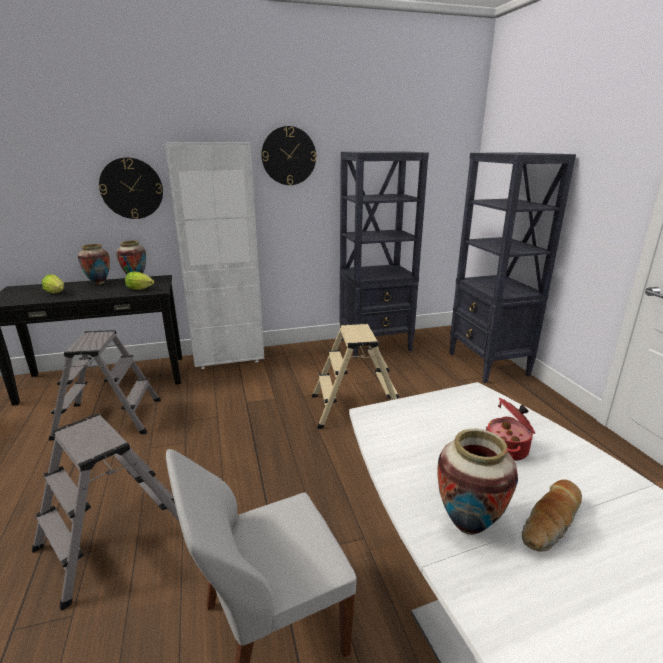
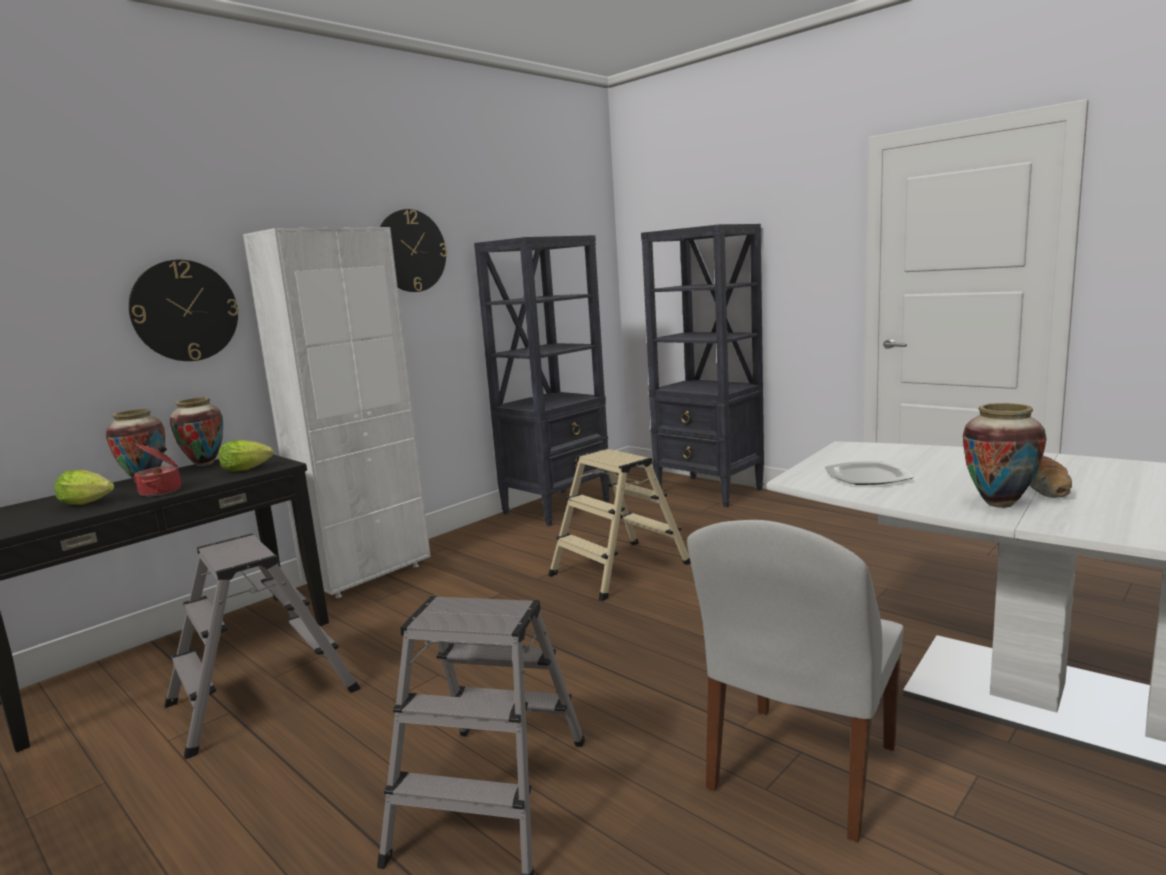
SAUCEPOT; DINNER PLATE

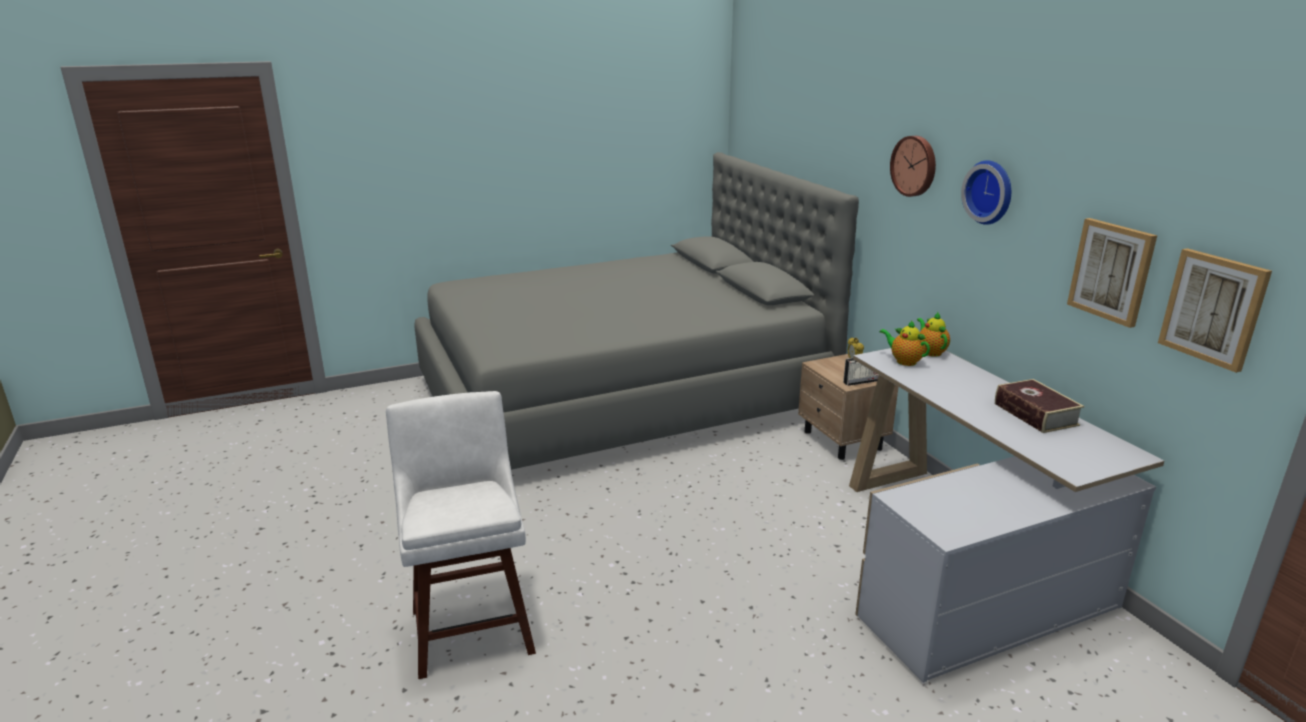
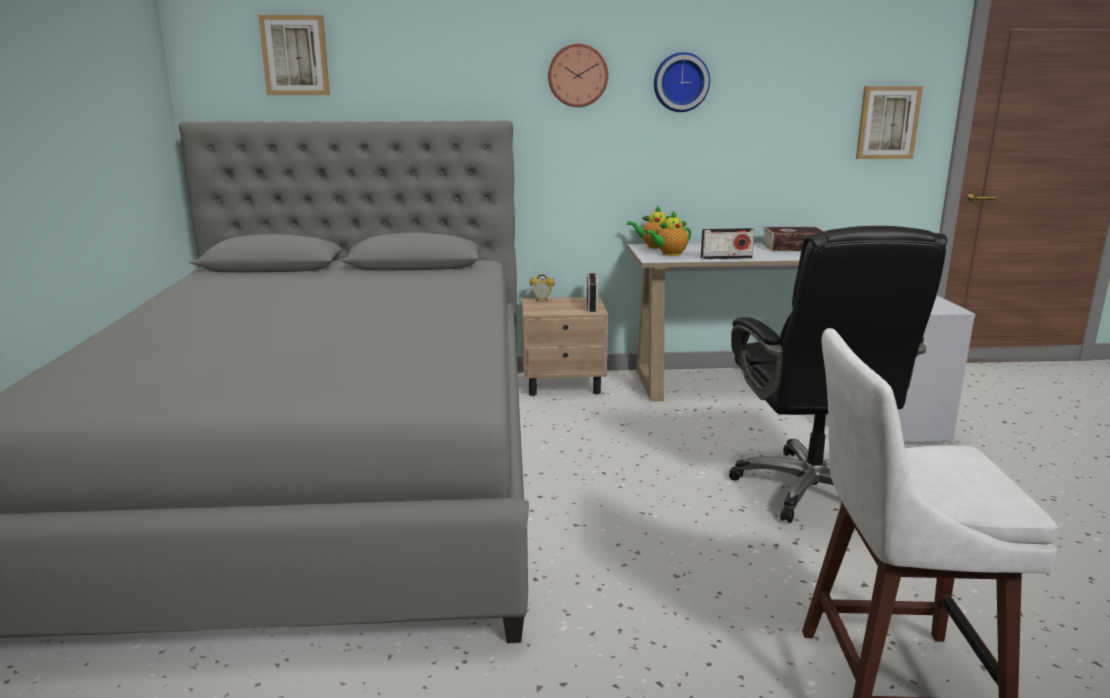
WALL ART (no. 1 from left); RADIO SET (no. 2 from left); BLACKISH COMPUTER CHAIR

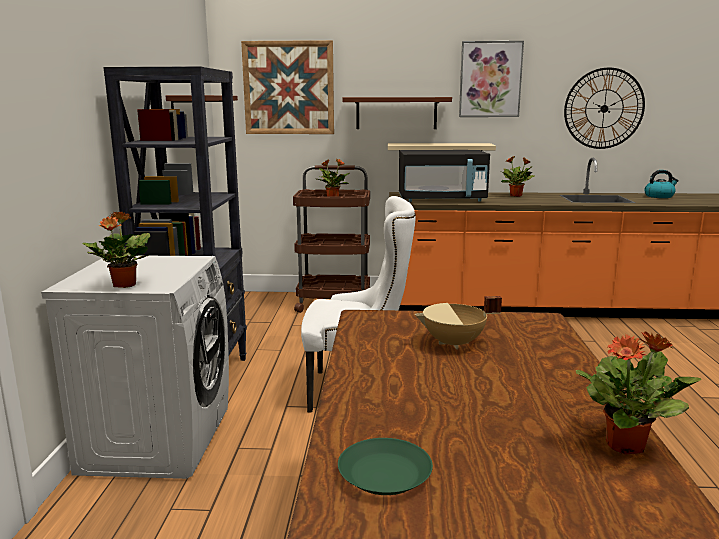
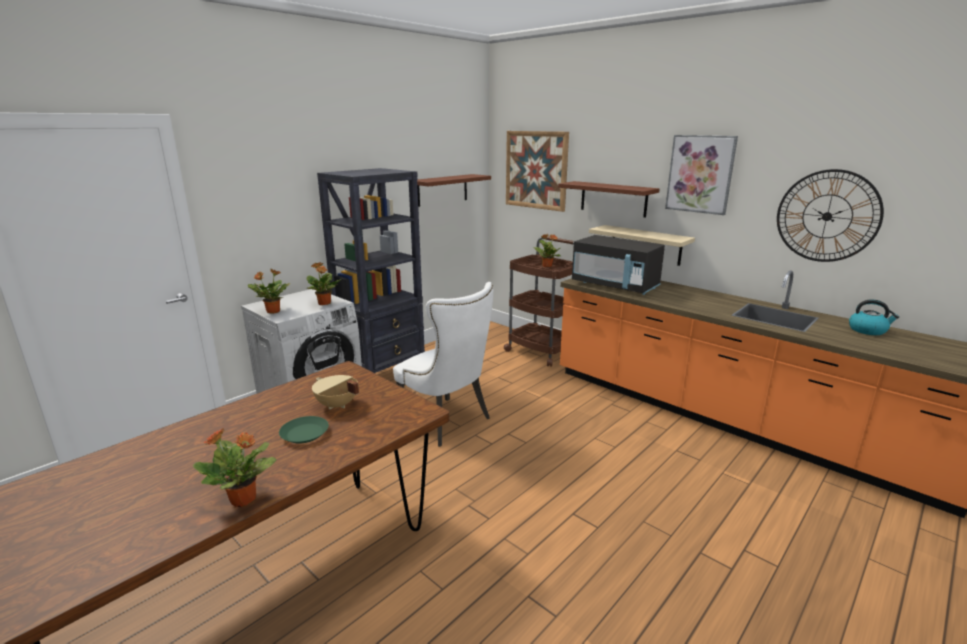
GREEN DINNER PLATE; POTTED PLANT (no. 3 from left)

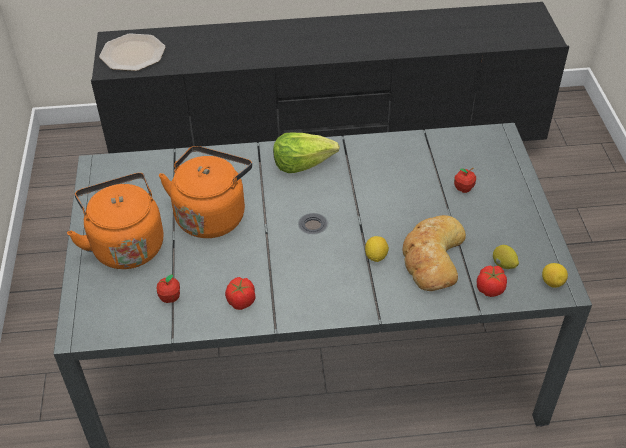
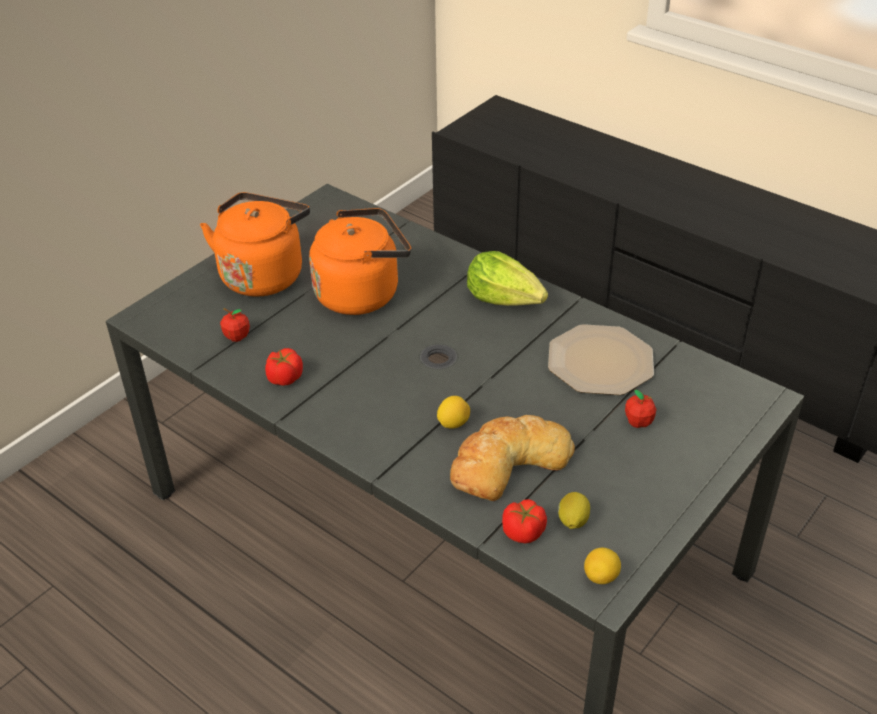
DINNER PLATE

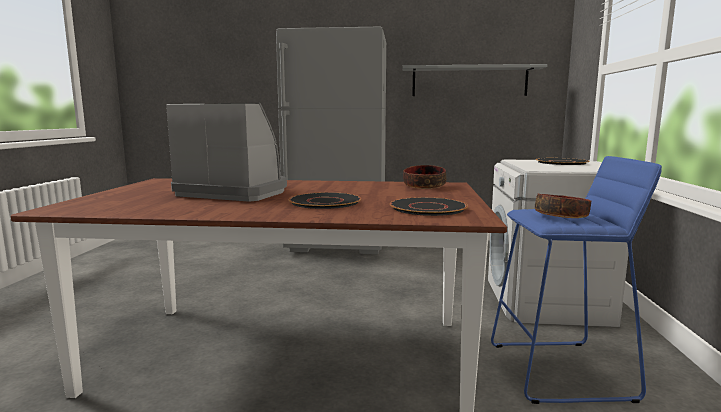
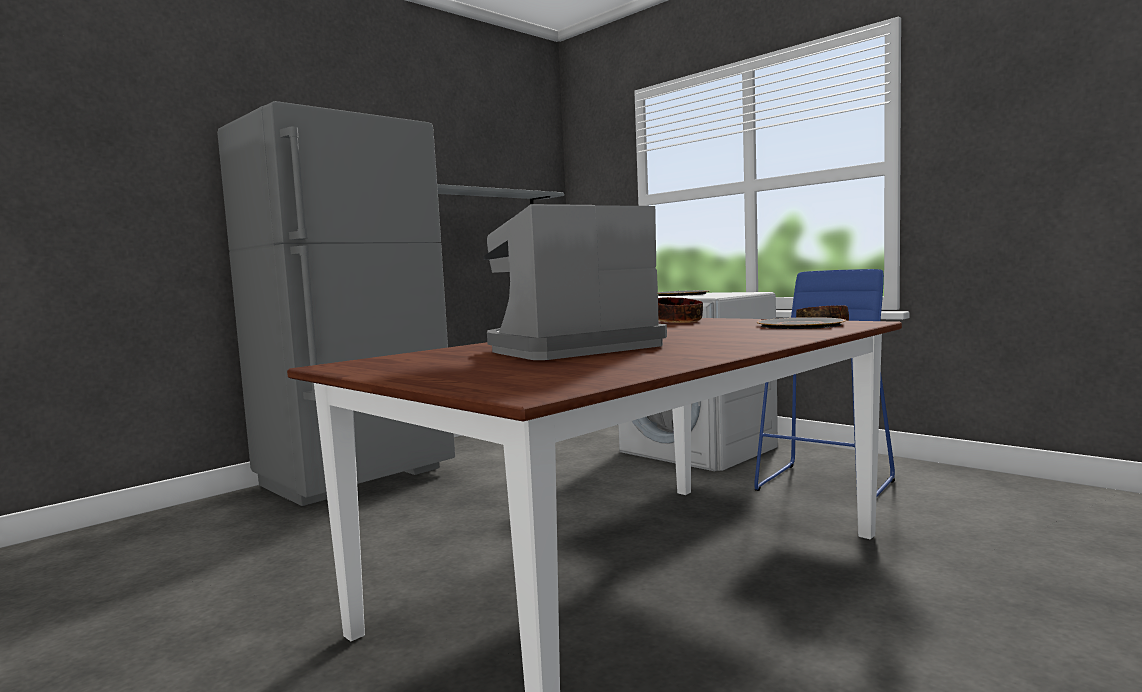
BLACKISH DINNER PLATE (no. 1 from left in the first image)

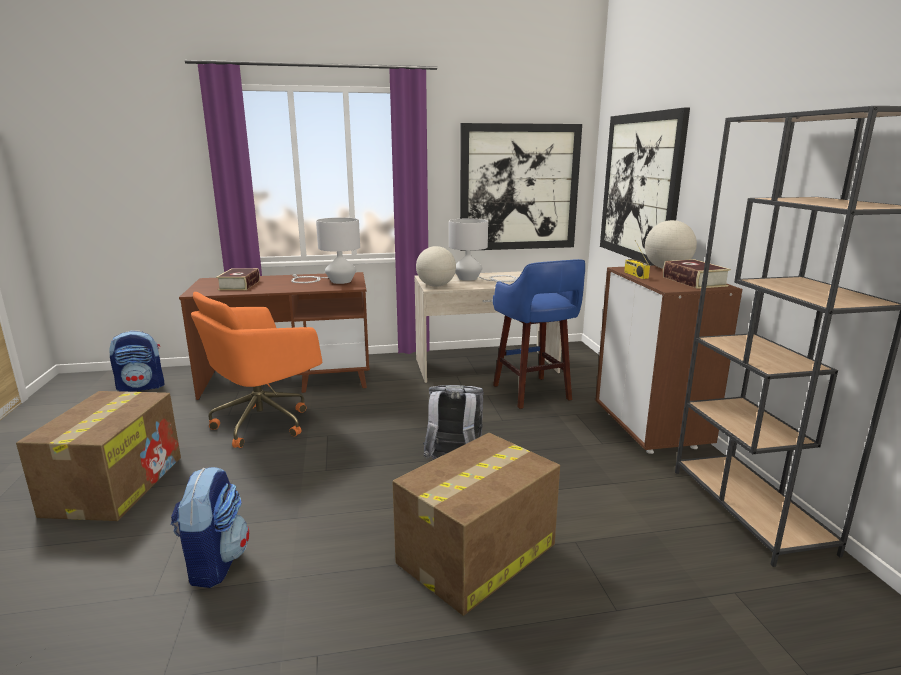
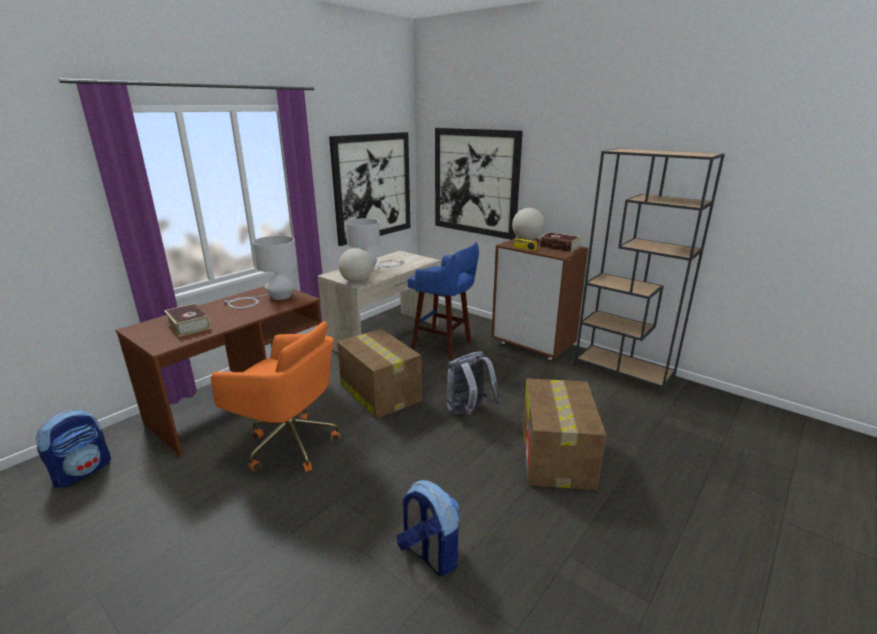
CARTON (no. 1 from left); ORANGEY COMPUTER CHAIR

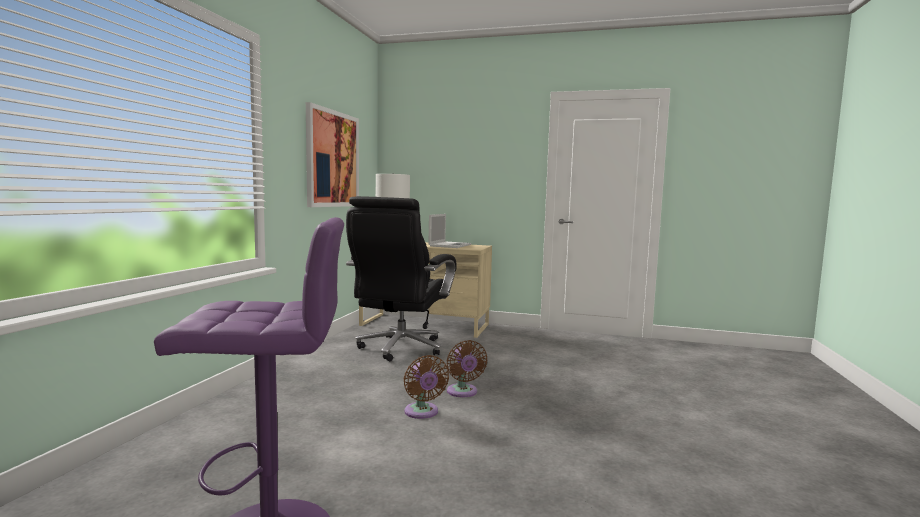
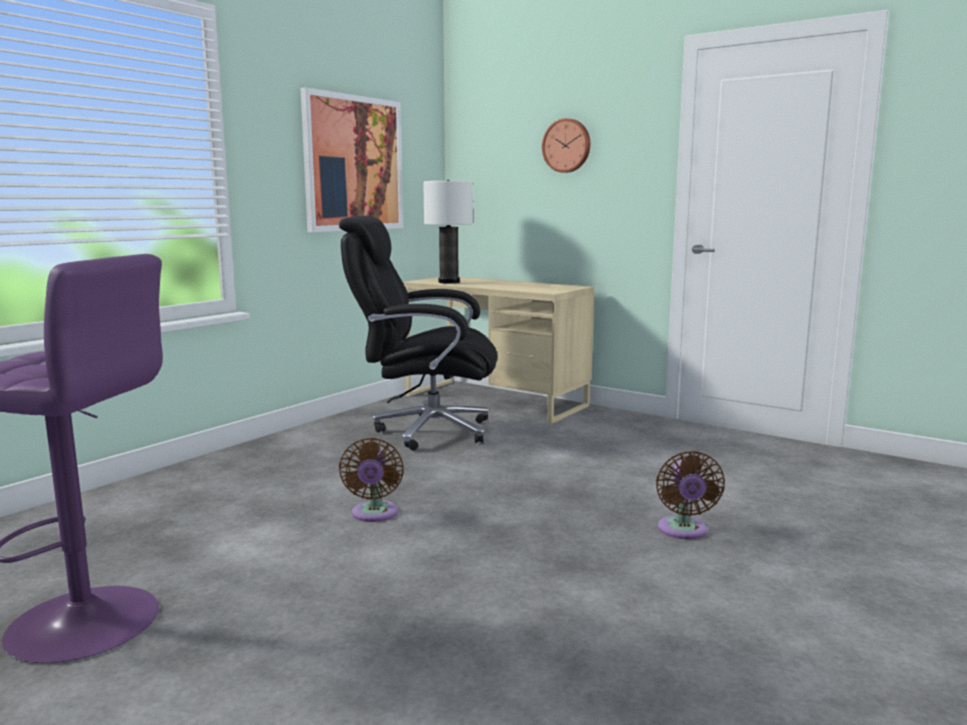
BLACKISH COMPUTER CHAIR; LAPTOP; BROWNISH FAN (no. 2 from left); HANGING CLOCK

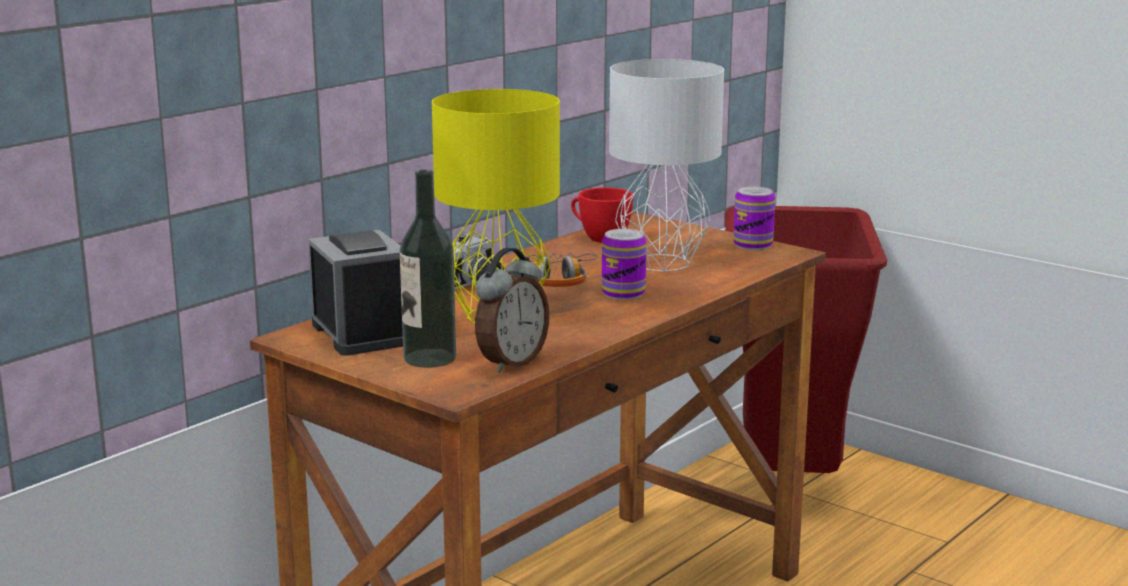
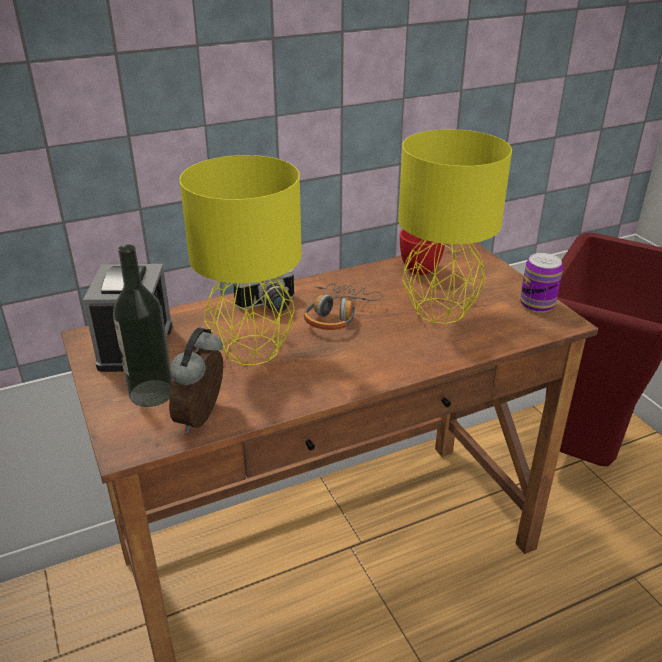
TABLE CLOCK (no. 2 from left); CAN (no. 1 from left in the first image); YELLOW-COLOURED TABLE LAMP (no. 2 from left)

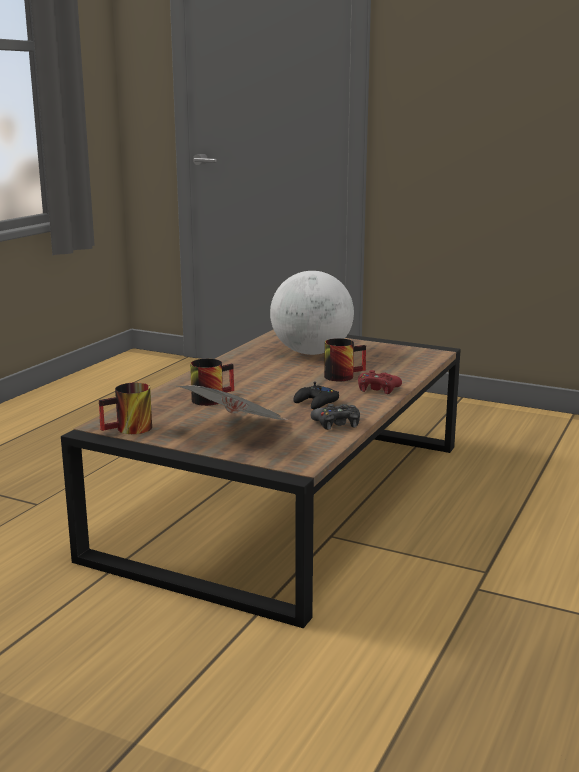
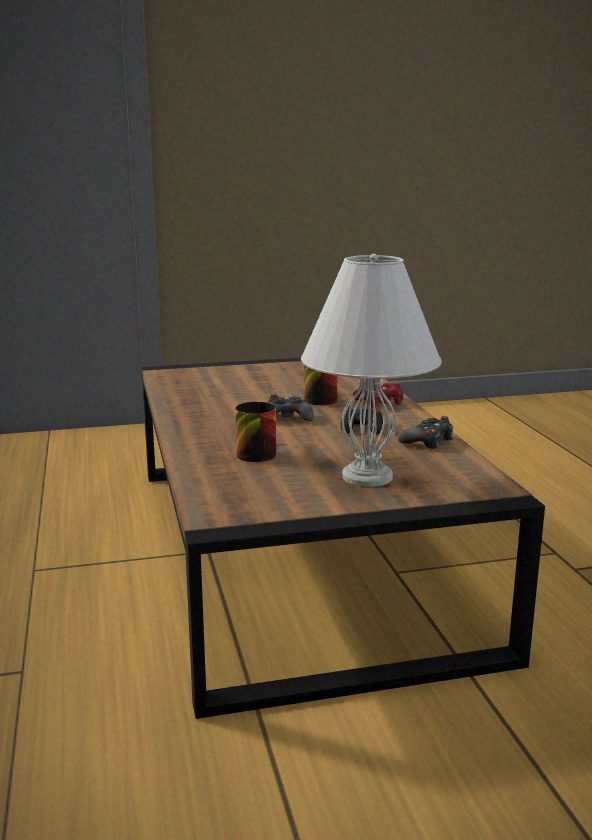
MUG (no. 1 from left in the first image); WHITISH TABLE LAMP; DESK GLOBE; BLACKISH GAMEPAD (no. 1 from left)

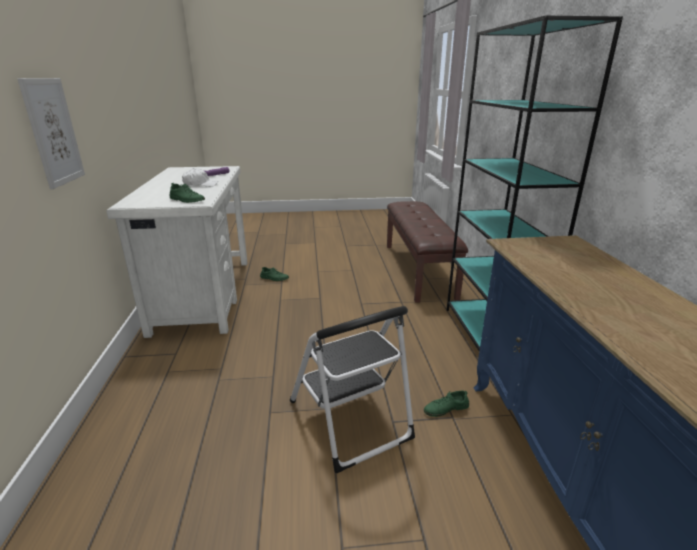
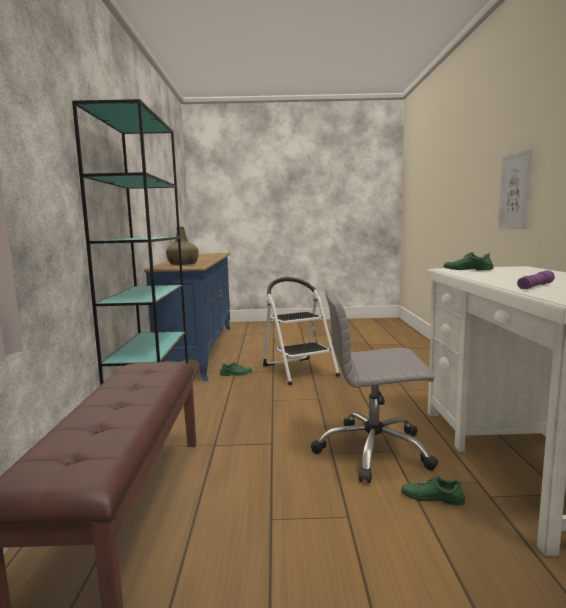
WHITISH CAP; GREEN BEVERAGE BOTTLE; GREY COMPUTER CHAIR

